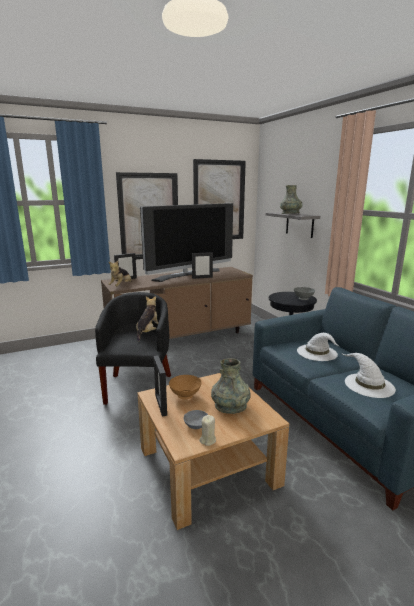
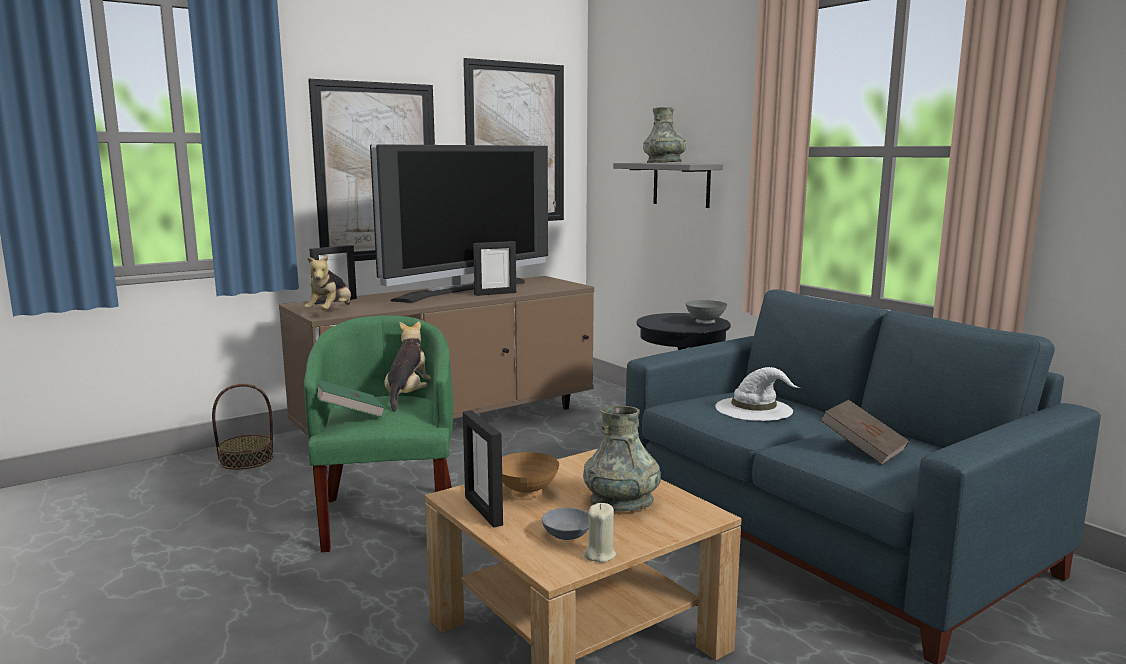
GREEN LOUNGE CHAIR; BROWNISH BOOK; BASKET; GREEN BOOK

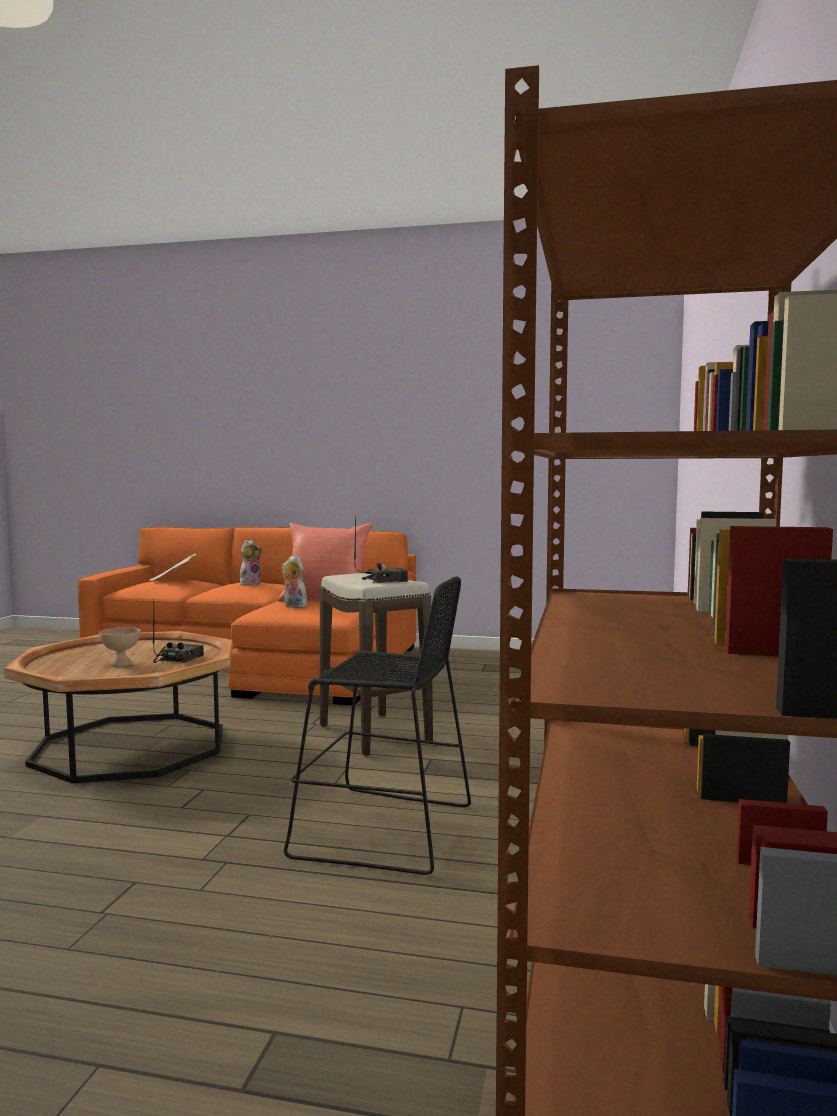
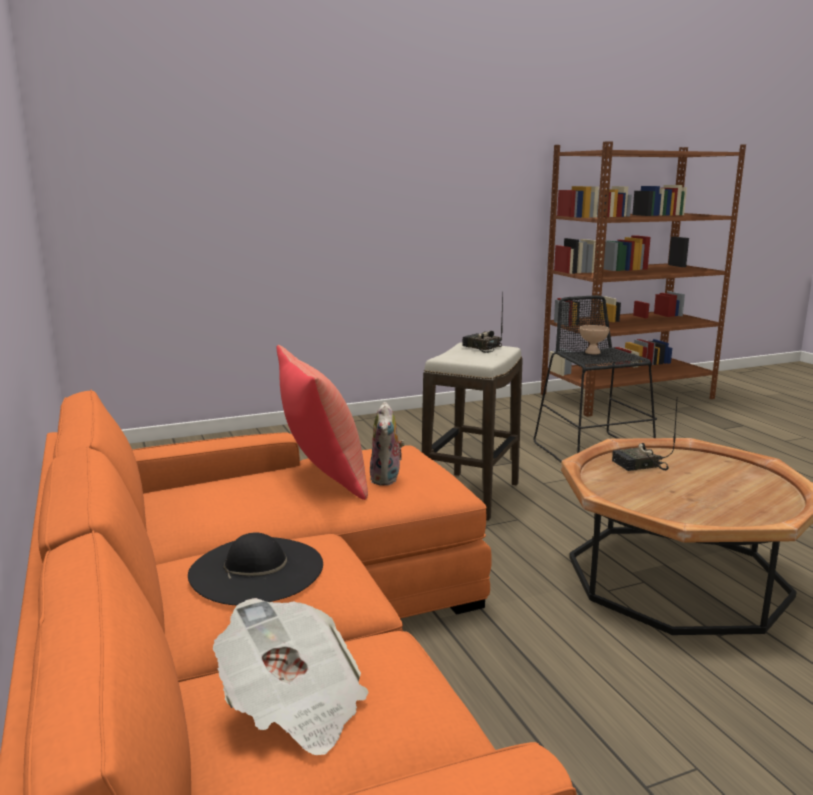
BEIGE-COLOURED DEEP DISH; BLACKISH HAT

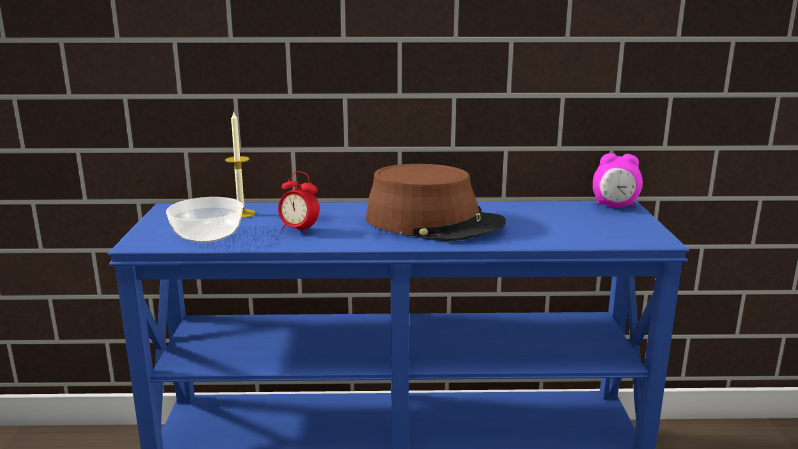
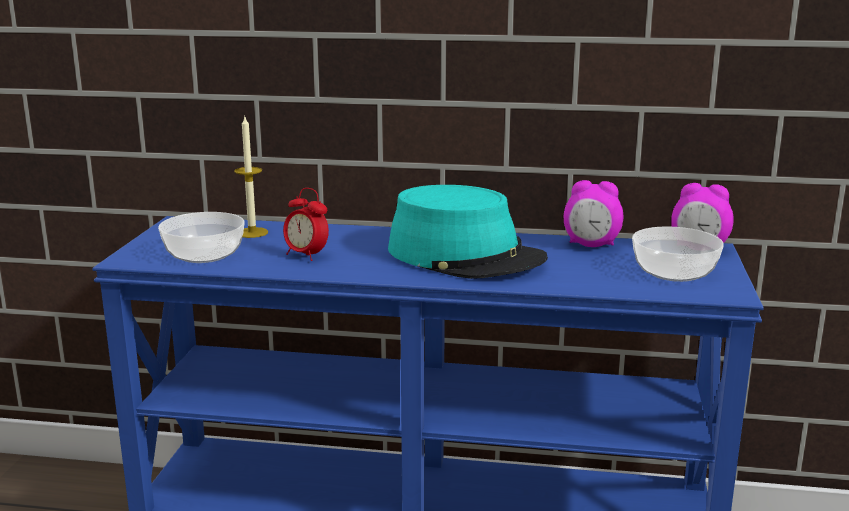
TURQUOISE-COLOURED HAT; TABLE CLOCK (no. 2 from left); DEEP DISH (no. 2 from left)

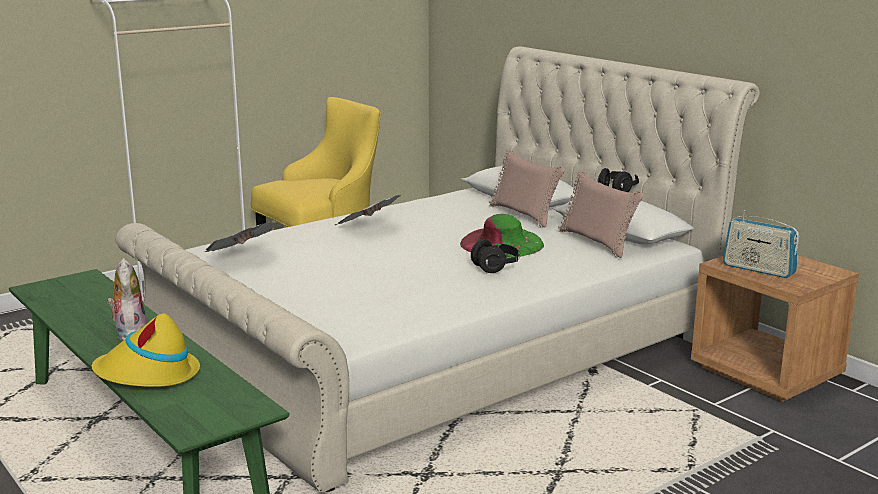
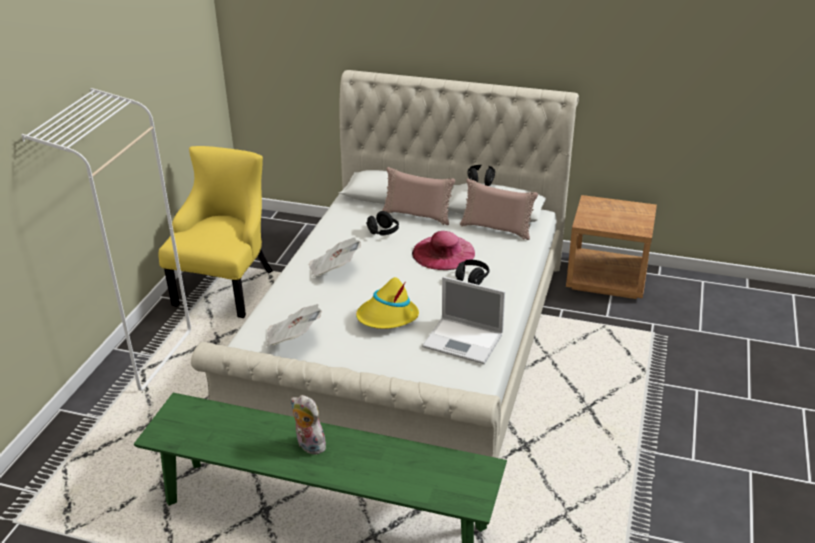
YELLOW-COLOURED HAT; PINK-COLOURED HAT; RADIO SET; BLACKISH PAIR OF HEADPHONES (no. 1 from left); LAPTOP

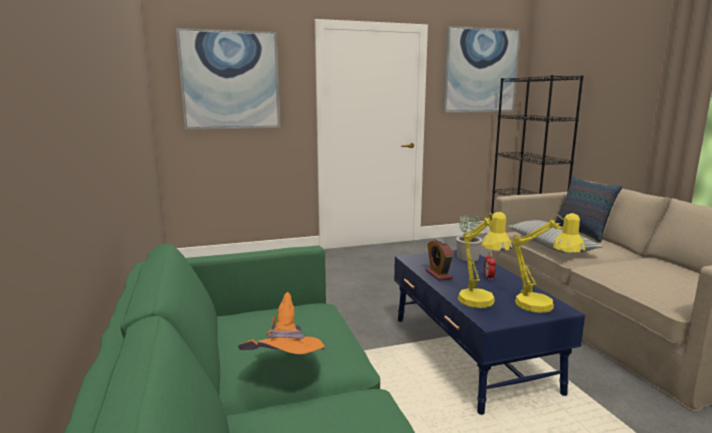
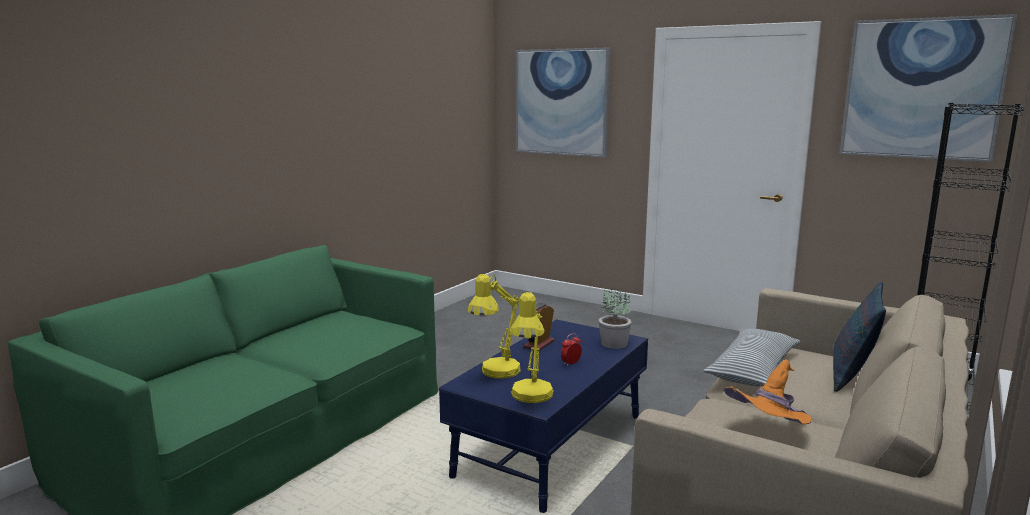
ORANGEY HAT

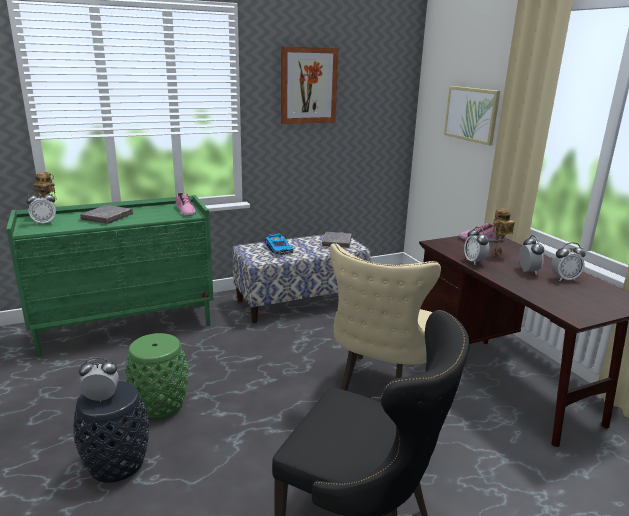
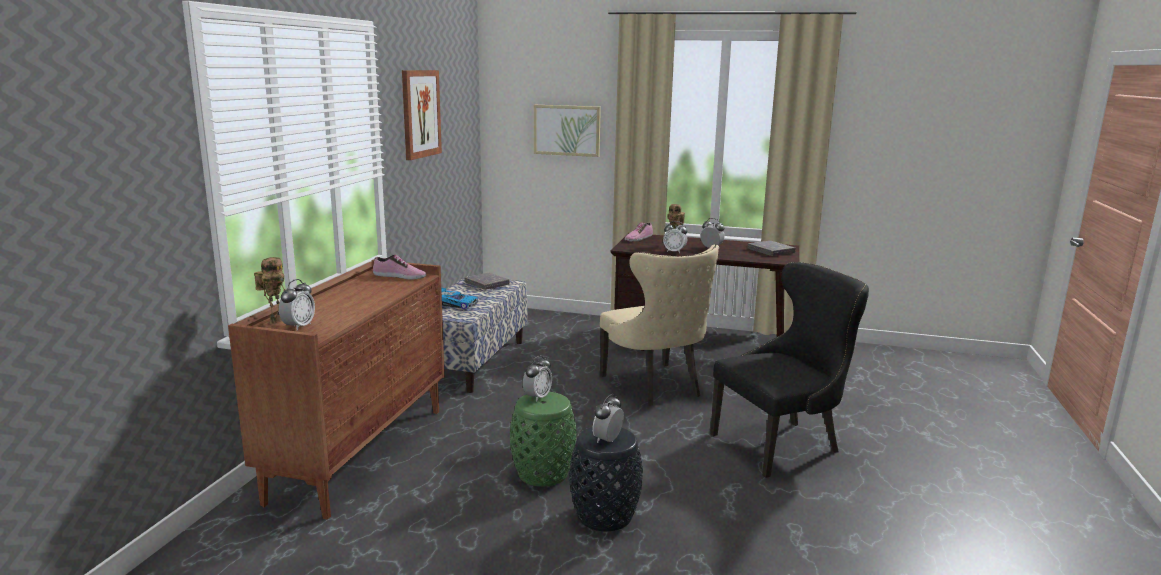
BROWNISH CABINET; GREY BOOK (no. 2 from left); TABLE CLOCK (no. 2 from left)

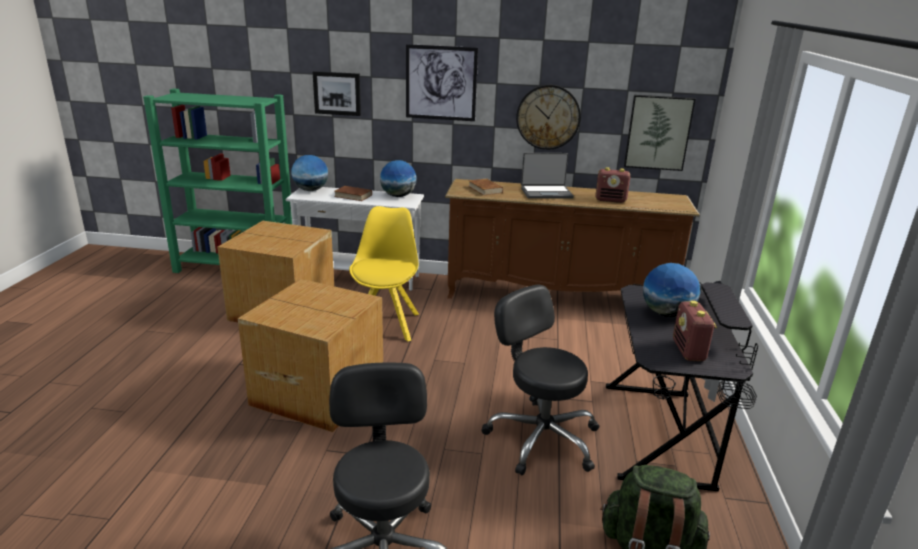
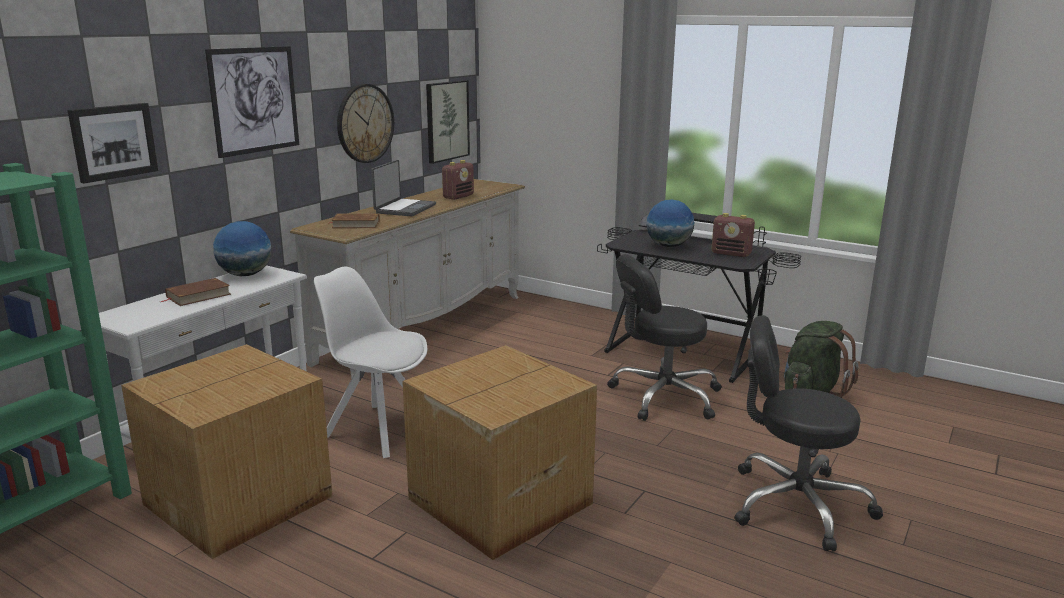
DESK GLOBE (no. 1 from left in the first image); WHITISH UPRIGHT CHAIR; GREY CABINET

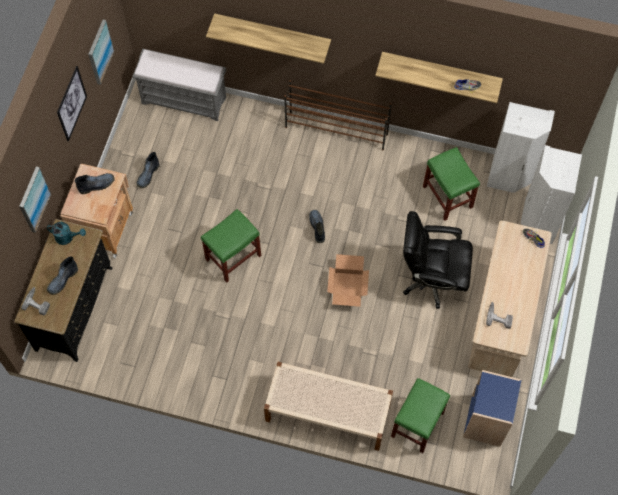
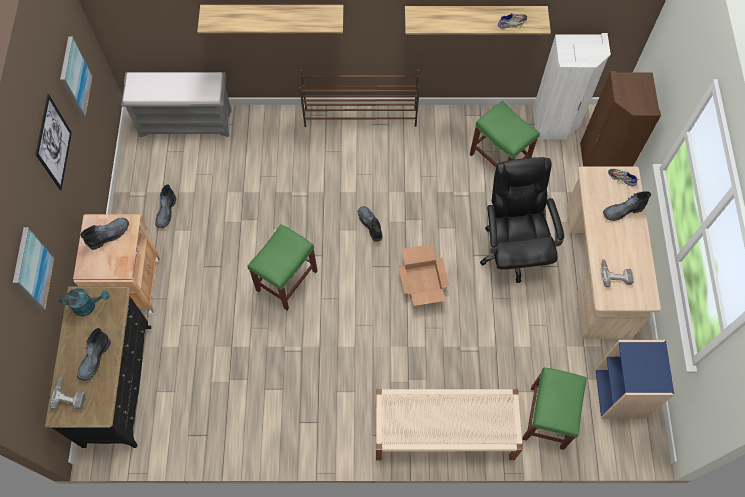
BLACKISH COMPUTER CHAIR; BROWNISH CABINET; HIGH-TOP BOOT (no. 5 from left)

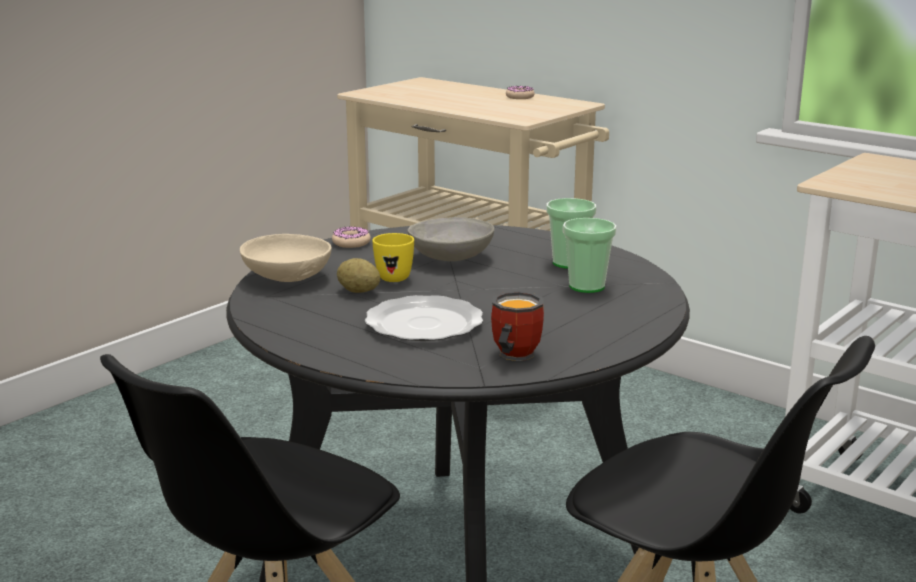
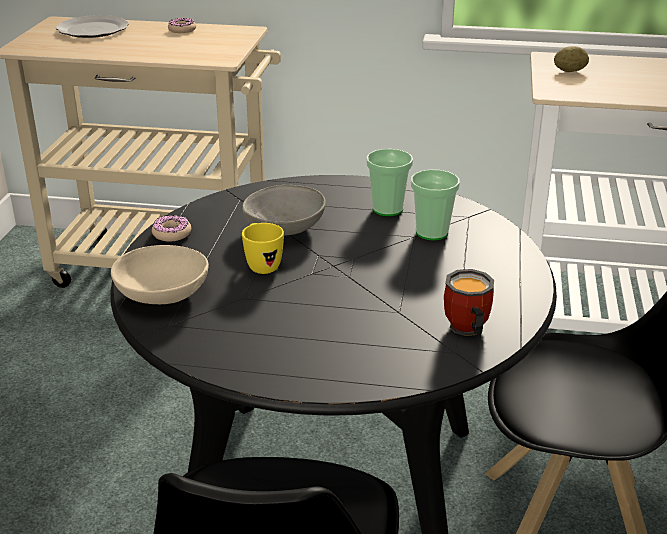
POTATO; DINNER PLATE

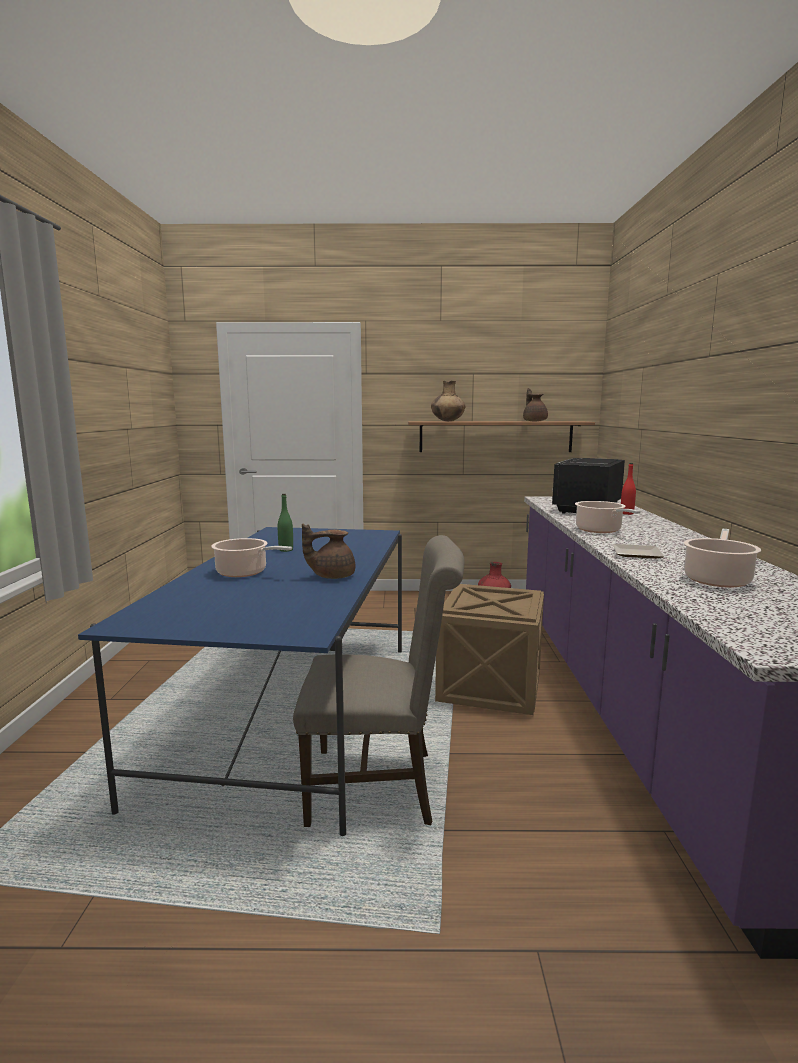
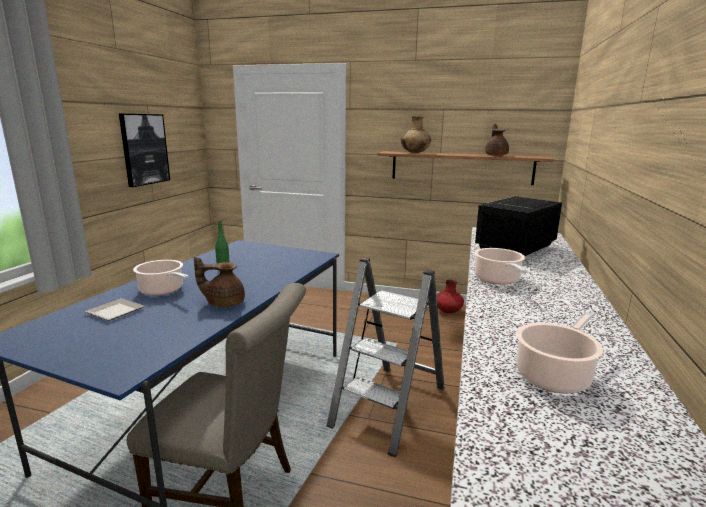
GREY STEP LADDER; DINNER PLATE; RED-COLOURED BEVERAGE BOTTLE; WALL ART

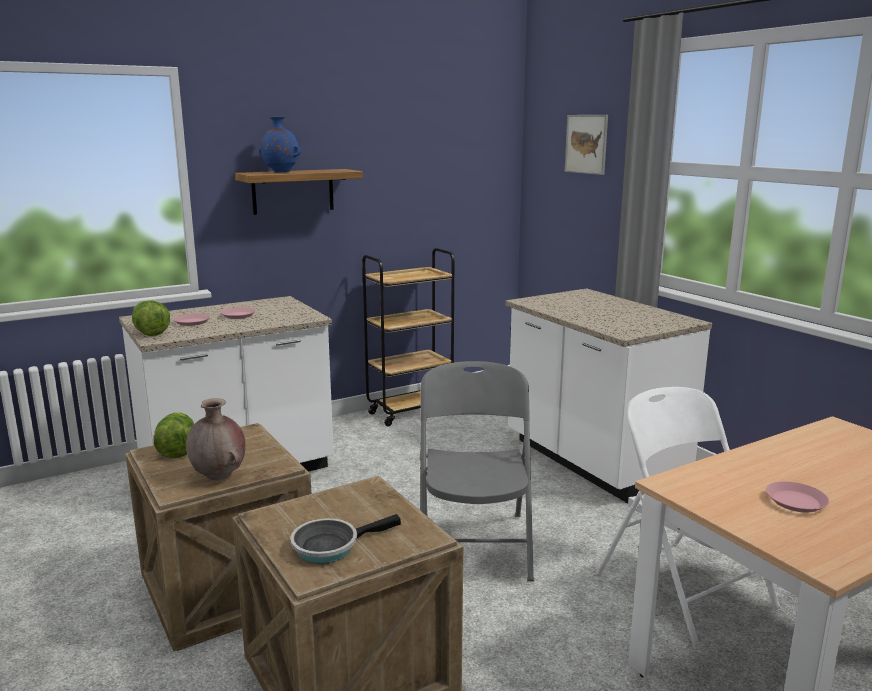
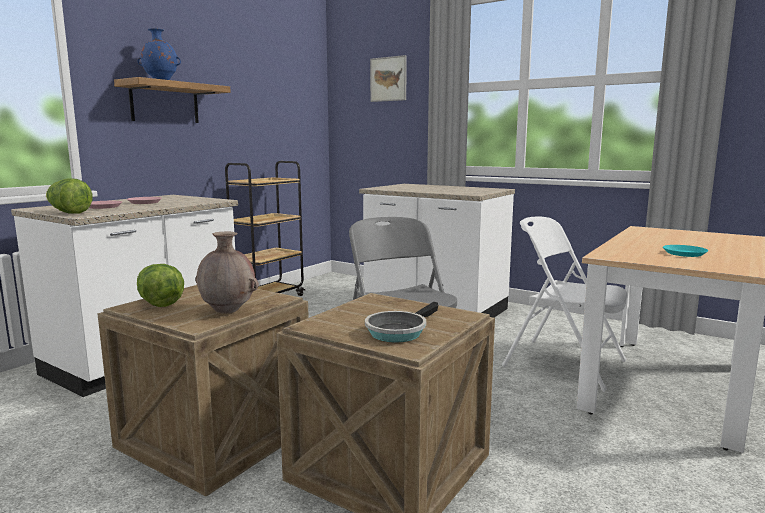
TURQUOISE-COLOURED DINNER PLATE

